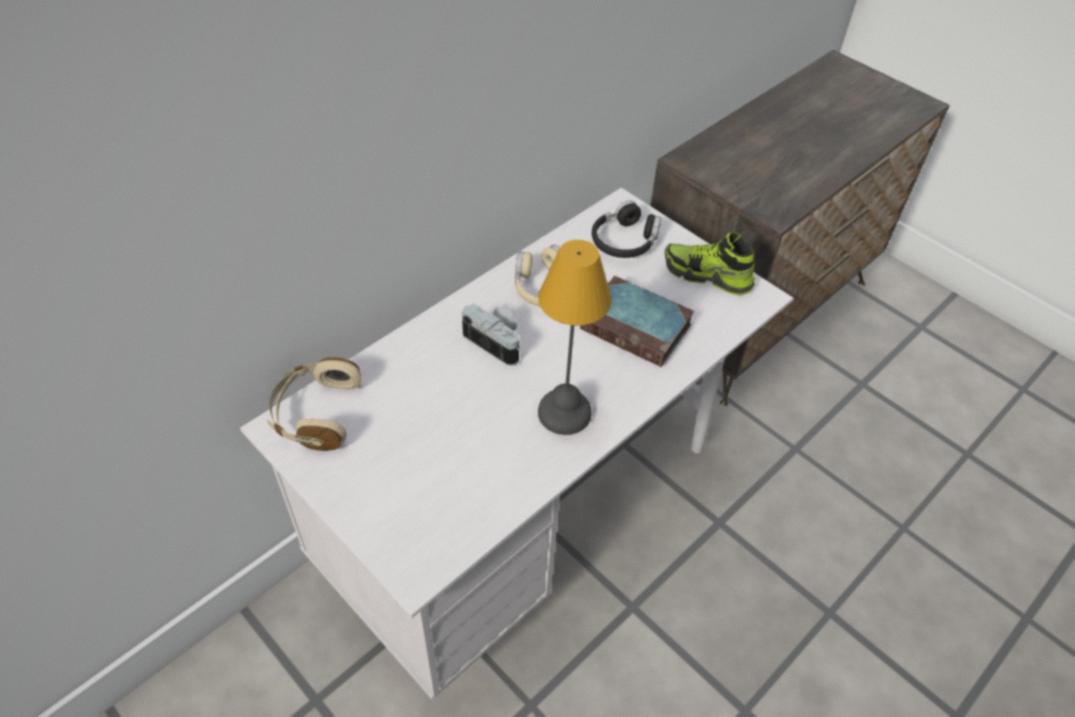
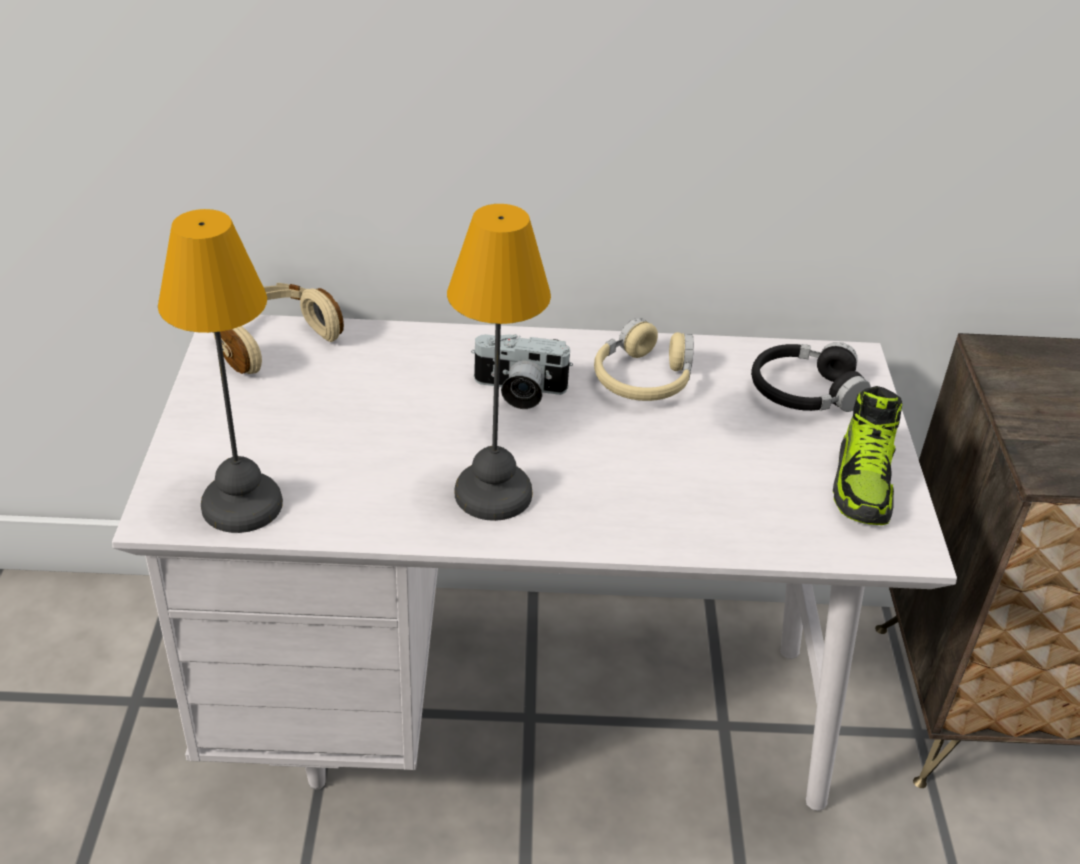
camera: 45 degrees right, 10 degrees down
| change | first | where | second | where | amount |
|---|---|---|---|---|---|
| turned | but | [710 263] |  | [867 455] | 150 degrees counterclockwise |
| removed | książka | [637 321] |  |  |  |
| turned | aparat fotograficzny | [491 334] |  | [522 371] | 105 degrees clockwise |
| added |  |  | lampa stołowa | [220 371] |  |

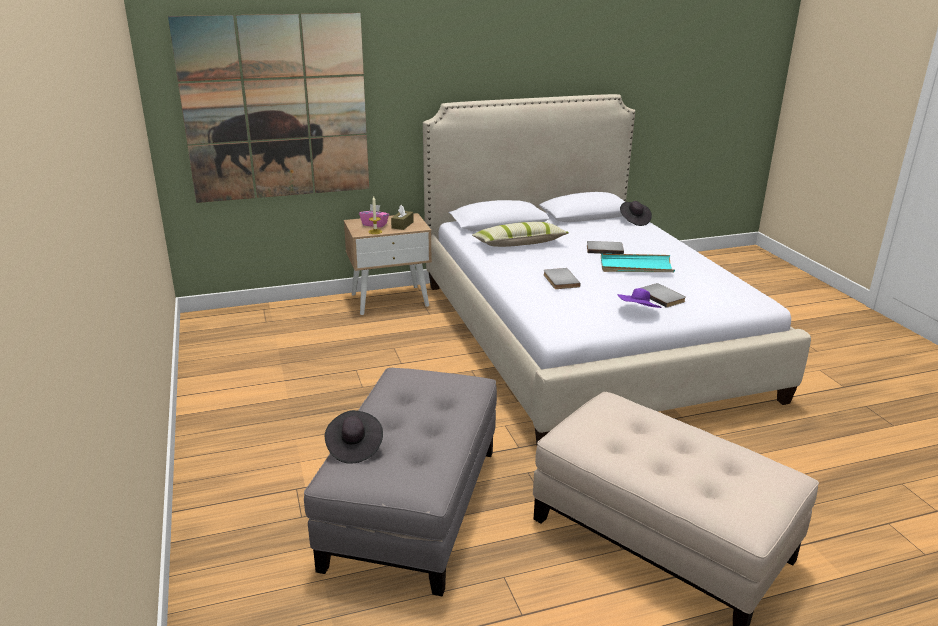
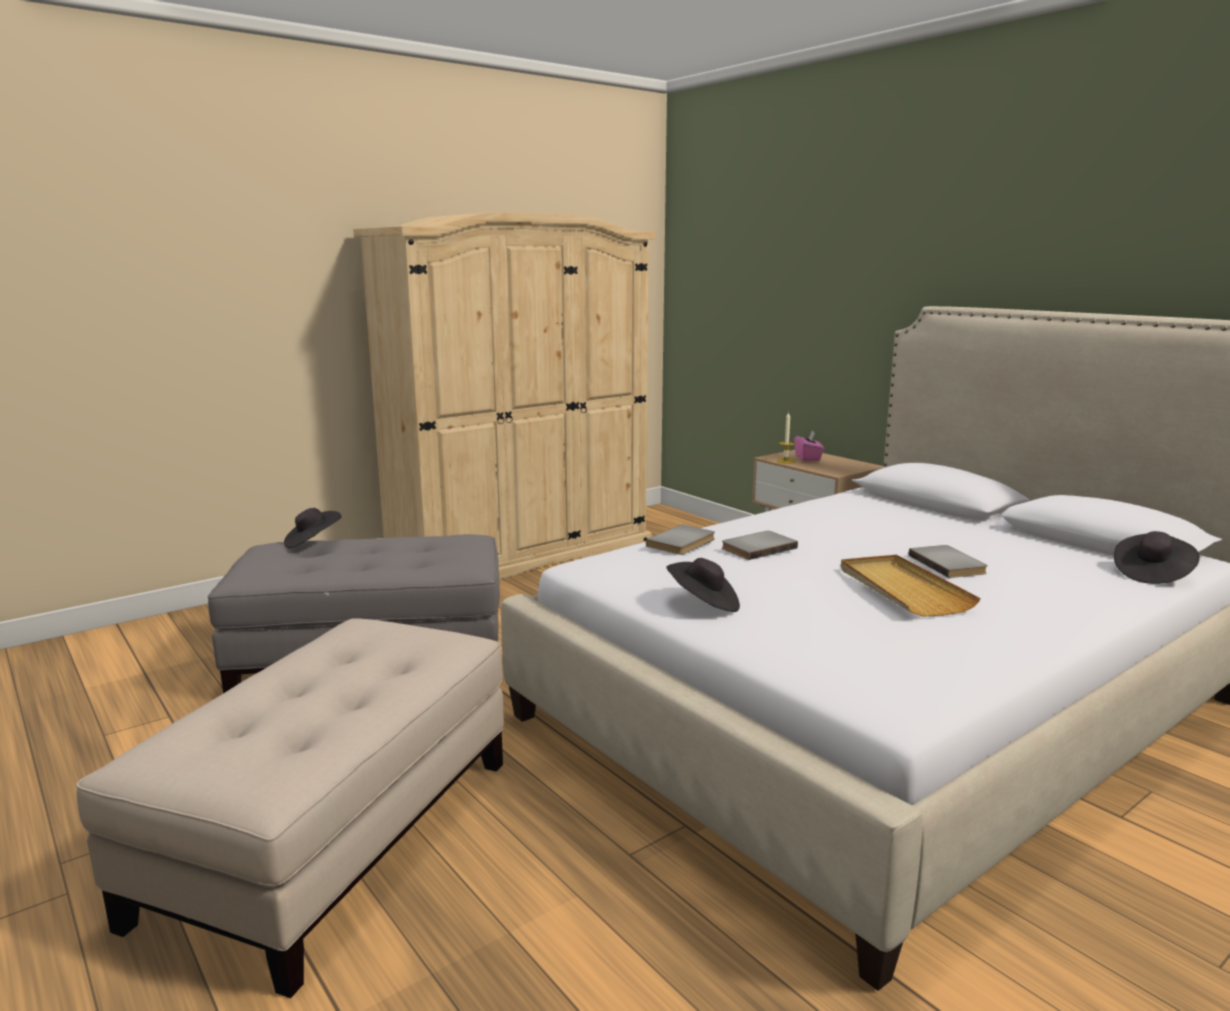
camera: 70 degrees right, 10 degrees down
| change | first | where | second | where | amount |
|---|---|---|---|---|---|
| removed | obraz | [268 108] |  |  |  |
| removed | pudełko chusteczek/brązowy | [402 217] |  |  |  |
| removed | poduszka | [520 234] |  |  |  |
| recoloured | taca/turkusowy | [638 263] | taca/beżowy | [911 586] |  |
| moved | książka/szary | [664 295] |  | [680 539] |  |
| recoloured | kapelusz/fioletowy | [639 298] | kapelusz/czarny | [703 585] |  |
| added |  |  | szafa/beżowy | [504 395] |  |

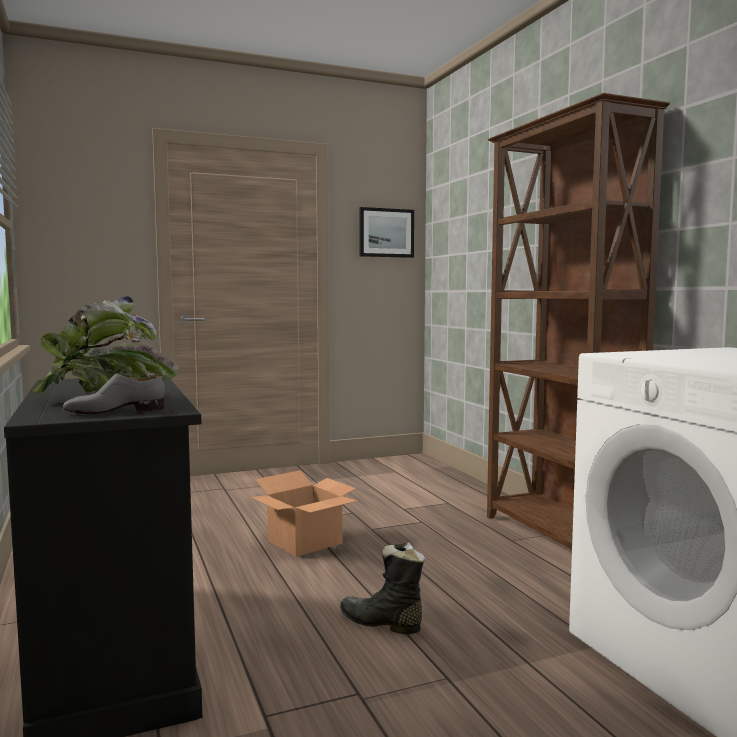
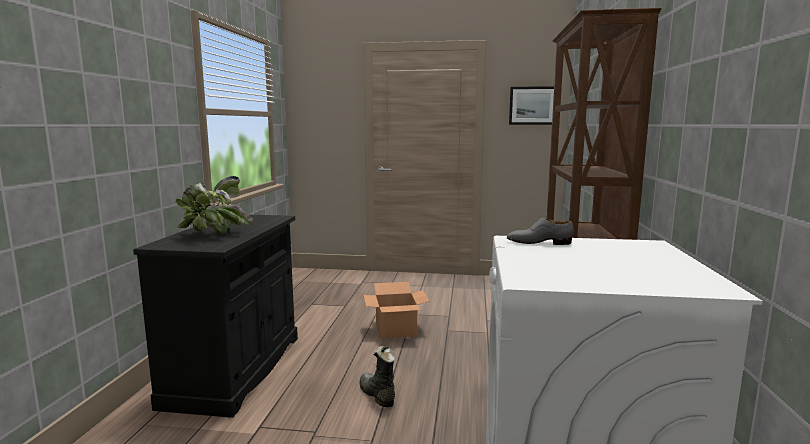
camera: 30 degrees right, 5 degrees up
| change | first | where | second | where | amount |
|---|---|---|---|---|---|
| moved | but/szary | [113 393] |  | [540 231] |  |

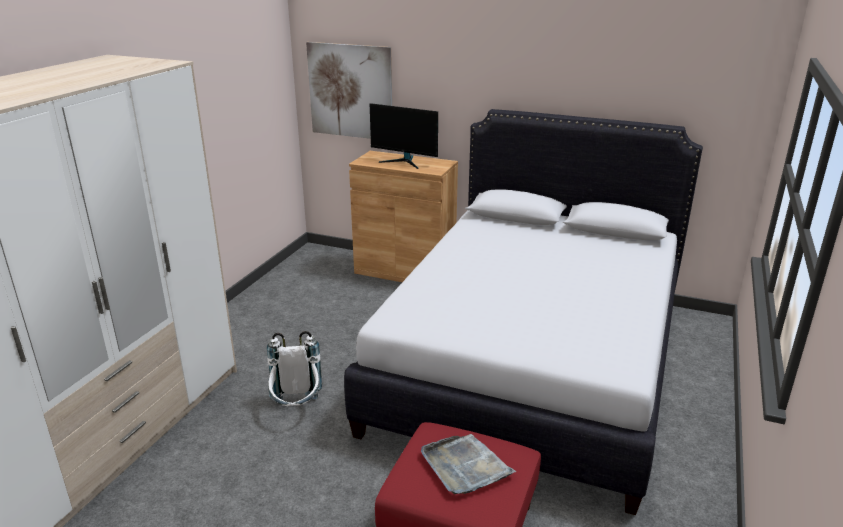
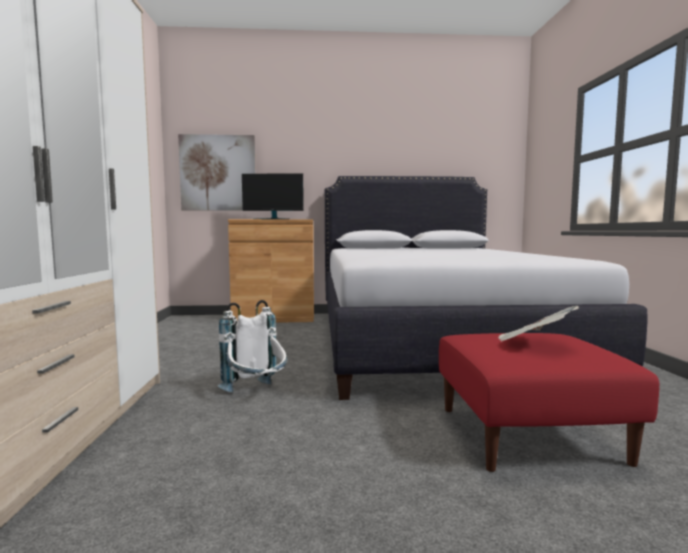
camera: 25 degrees left, 20 degrees down
| change | first | where | second | where | amount |
|---|---|---|---|---|---|
| replaced | taca/szary | [469 464] | gazeta | [538 324] |  |

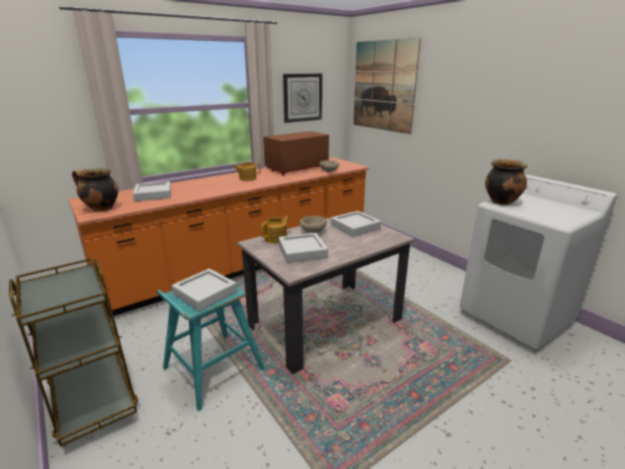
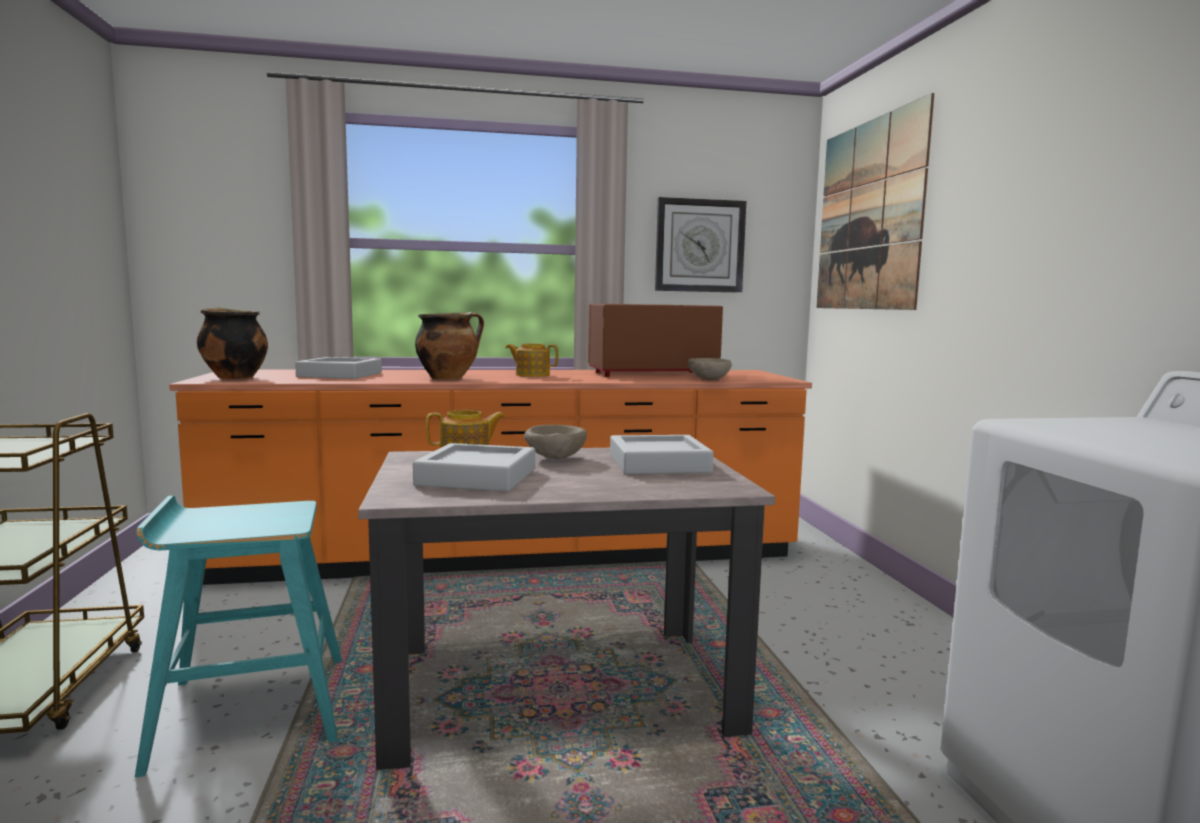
camera: 25 degrees right, 15 degrees down
| change | first | where | second | where | amount |
|---|---|---|---|---|---|
| moved | garnek | [506 182] |  | [449 346] |  |
| removed | taca/szary | [204 290] |  |  |  |

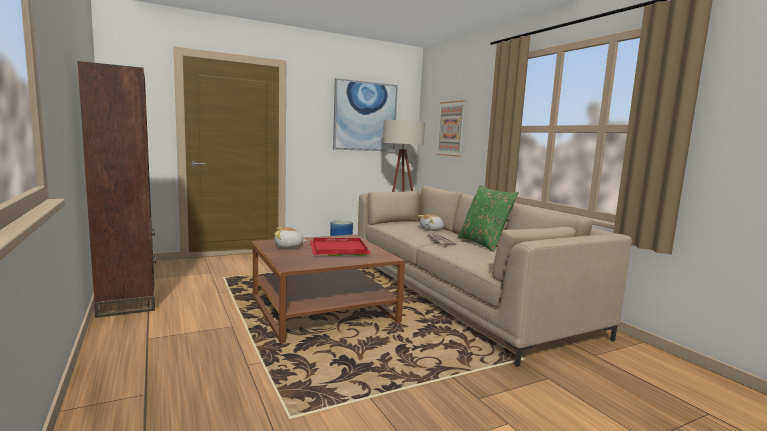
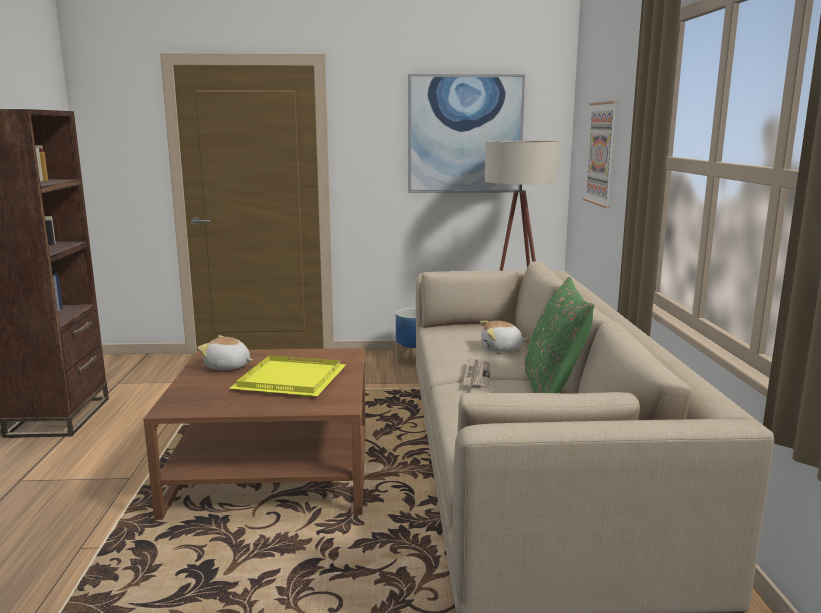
camera: 25 degrees right, 5 degrees up
| change | first | where | second | where | amount |
|---|---|---|---|---|---|
| recoloured | taca/czerwony | [341 247] | taca/żółty | [287 376] |  |

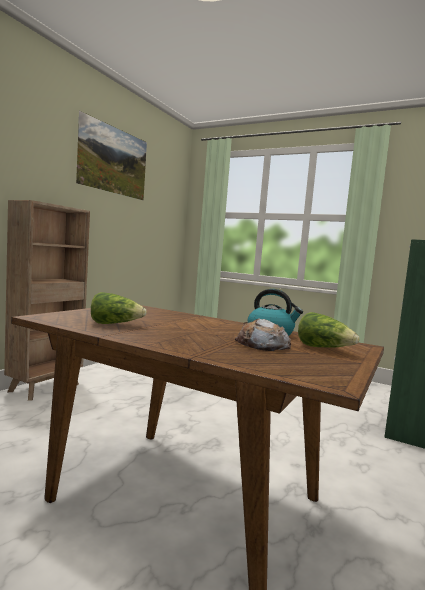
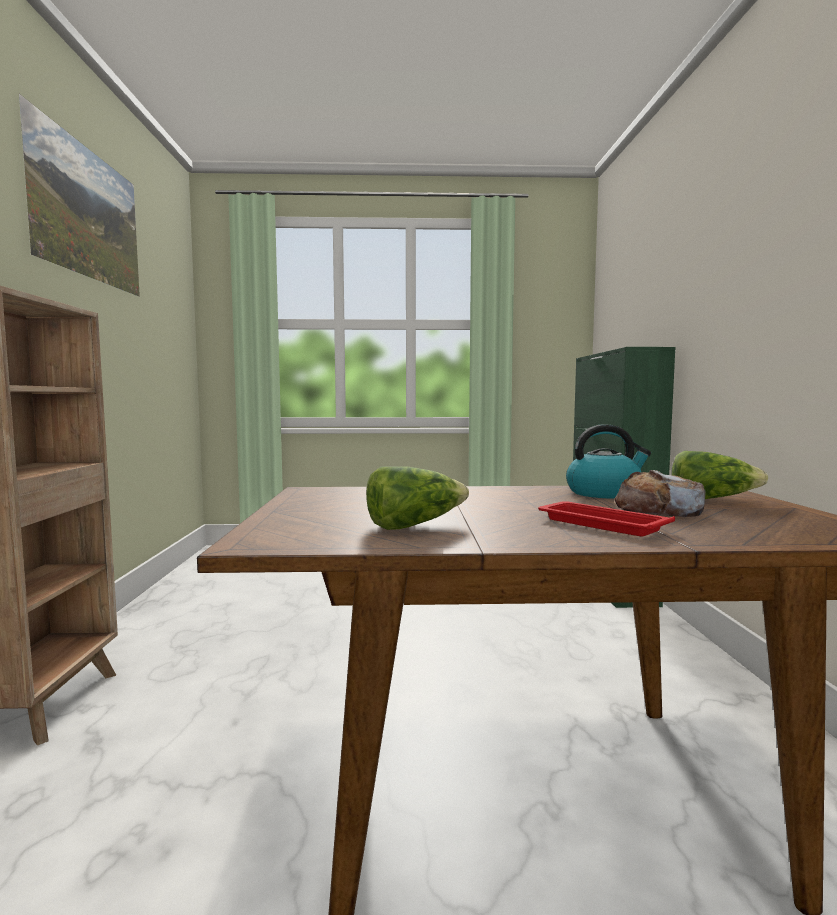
camera: 30 degrees left, 0 degrees up
| change | first | where | second | where | amount |
|---|---|---|---|---|---|
| added |  |  | taca/czerwony | [606 518] |  |

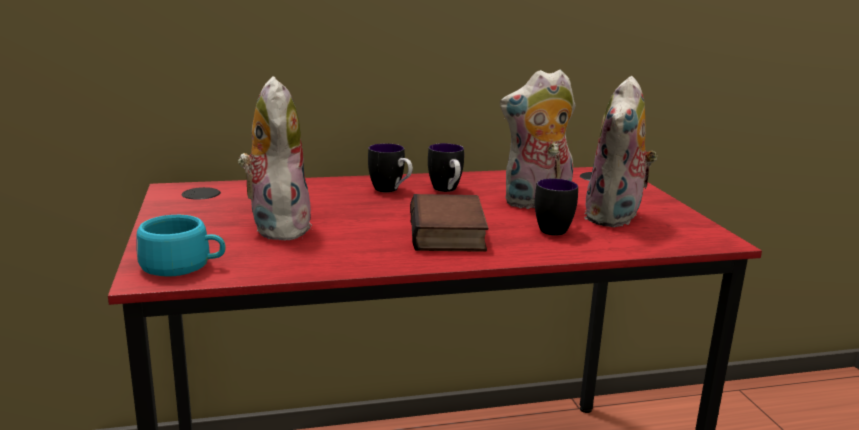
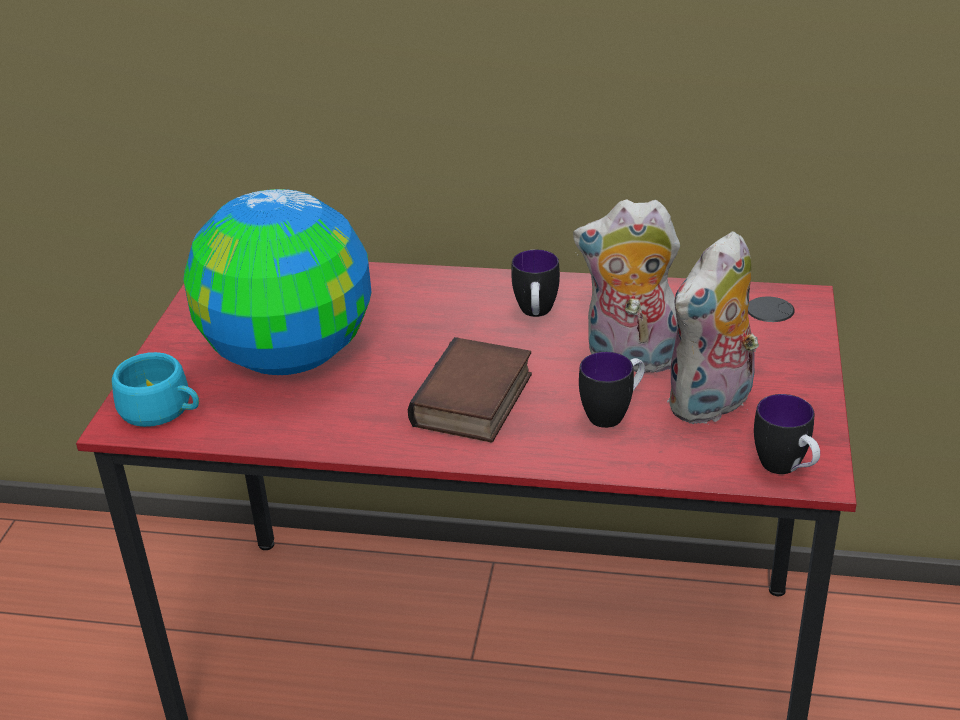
camera: 25 degrees right, 15 degrees up
| change | first | where | second | where | amount |
|---|---|---|---|---|---|
| replaced | pluszak | [275 158] | globus | [277 282] |  |
| moved | kubek | [390 168] |  | [787 434] |  |

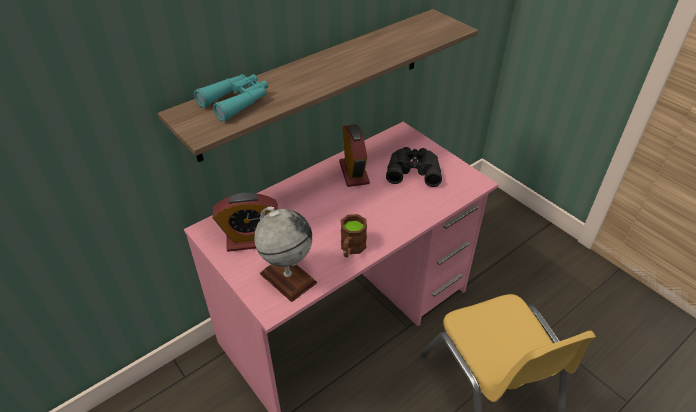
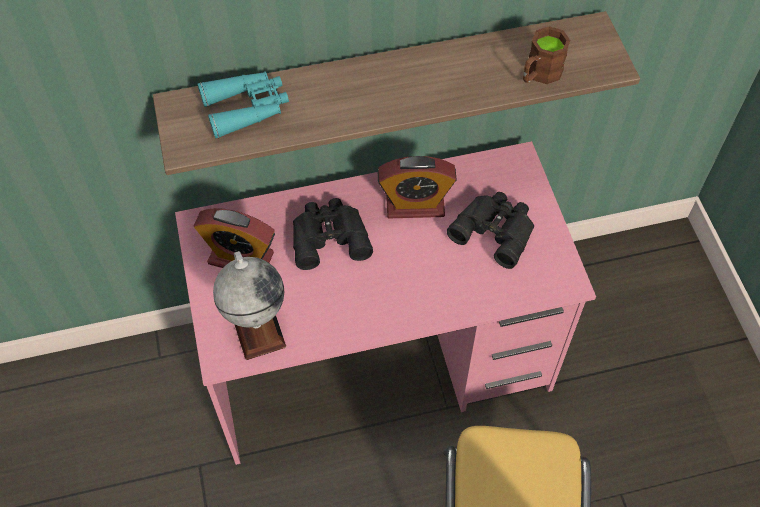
camera: 25 degrees right, 15 degrees up
| change | first | where | second | where | amount |
|---|---|---|---|---|---|
| turned | budzik | [354 155] |  | [417 187] | 75 degrees clockwise |
| moved | kubek/brązowy | [354 235] |  | [546 55] |  |
| added |  |  | lornetka/czarny | [333 234] |  |

